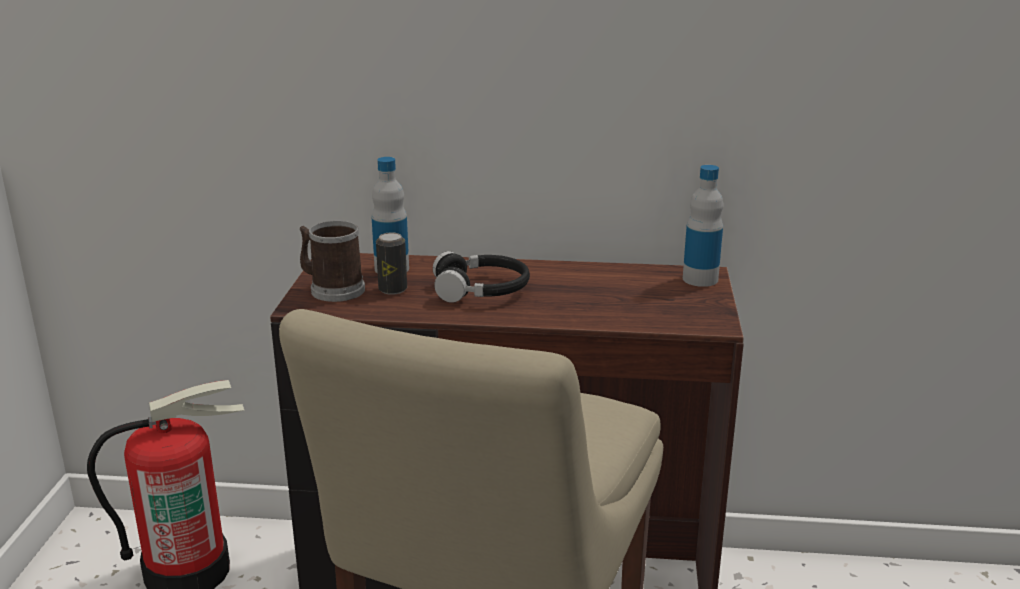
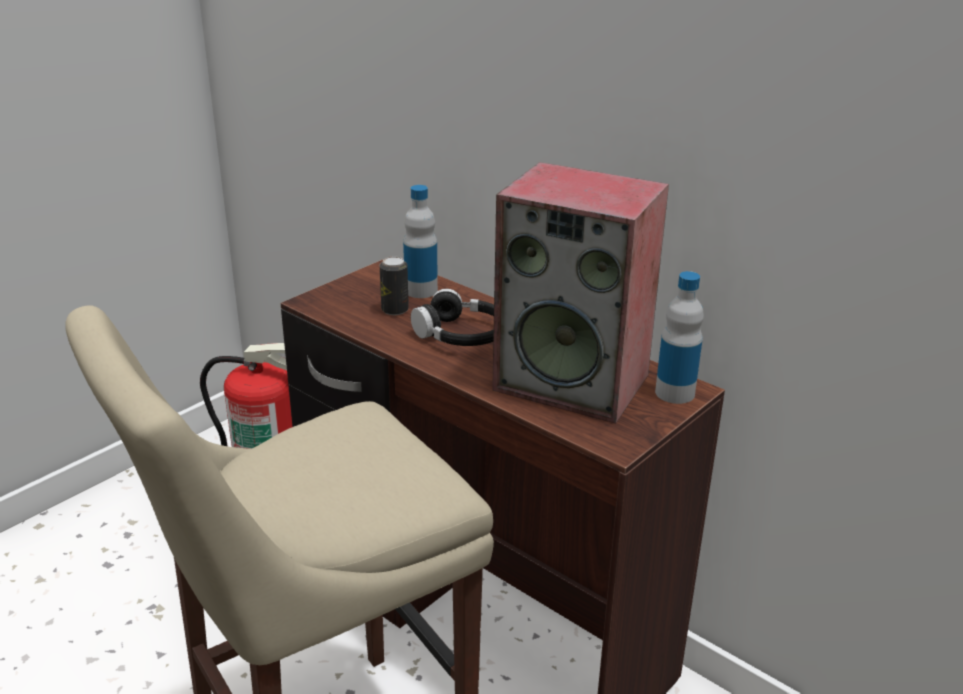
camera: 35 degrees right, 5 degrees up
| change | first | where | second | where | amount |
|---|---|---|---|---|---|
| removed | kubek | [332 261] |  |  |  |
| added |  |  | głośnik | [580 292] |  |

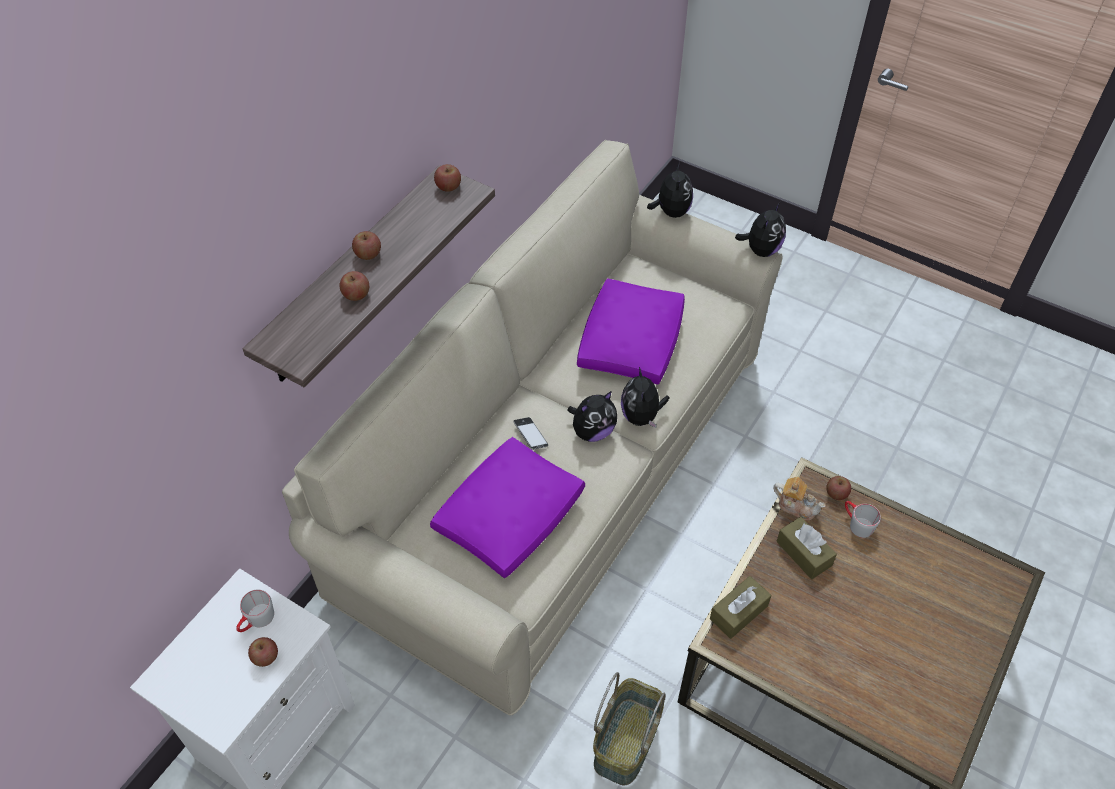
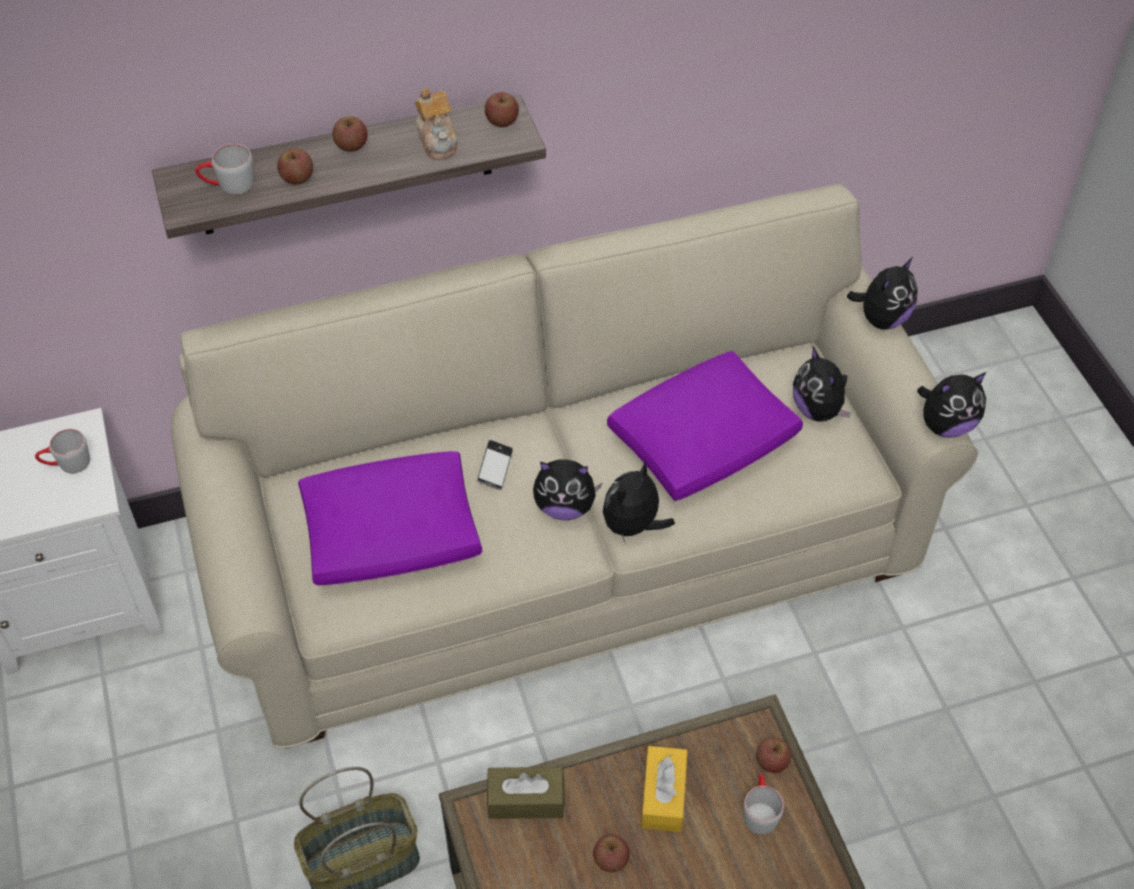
camera: 40 degrees right, 0 degrees up
| change | first | where | second | where | amount |
|---|---|---|---|---|---|
| moved | imbryk | [799 498] |  | [436 124] |  |
| recoloured | pudełko chusteczek/brązowy | [806 548] | pudełko chusteczek/żółty | [664 789] |  |
| moved | jabłko | [263 652] |  | [611 853] |  |
| added |  |  | kubek/szary | [224 169] |  |
| added |  |  | pluszak | [822 384] |  |

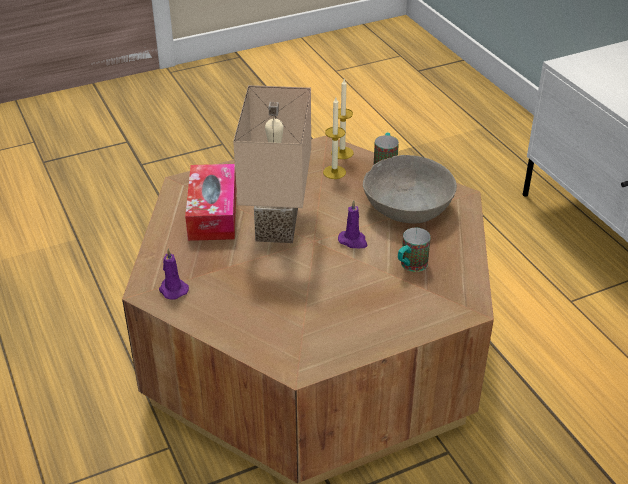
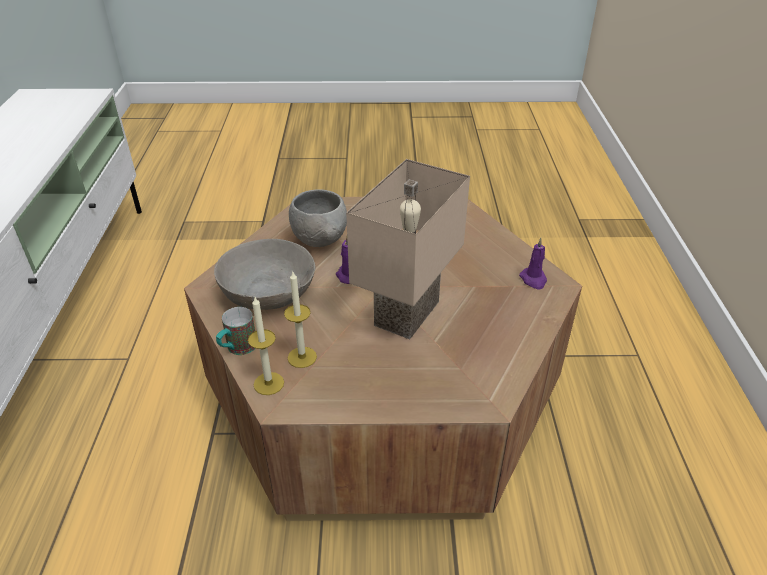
camera: 155 degrees left, 0 degrees up
| change | first | where | second | where | amount |
|---|---|---|---|---|---|
| removed | pudełko chusteczek | [210 202] |  |  |  |
| replaced | kubek | [414 250] | miska/szary | [318 218] |  |

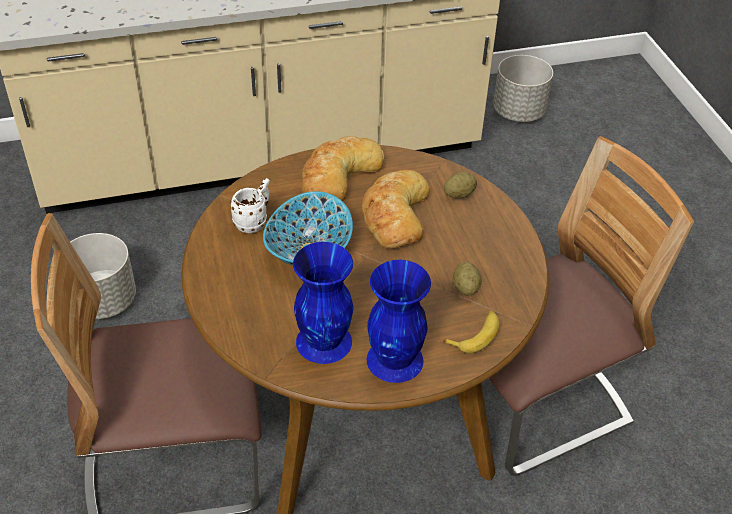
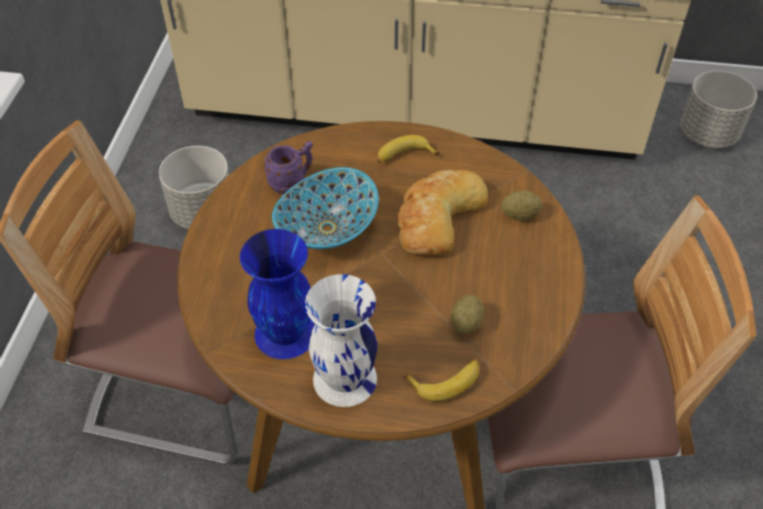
camera: 25 degrees right, 5 degrees up
| change | first | where | second | where | amount |
|---|---|---|---|---|---|
| replaced | chleb | [343 168] | banan | [408 149] |  |
| recoloured | kubek/biały | [250 205] | kubek/fioletowy | [288 167] |  |
| recoloured | wazon/niebieski | [399 321] | wazon/biały | [341 340] |  |

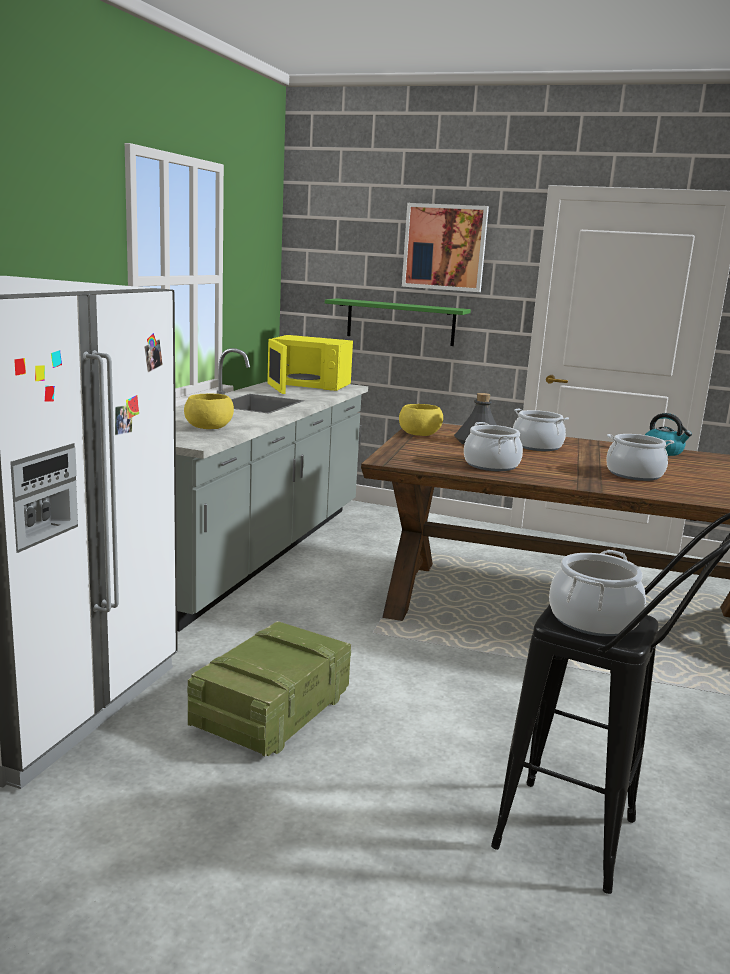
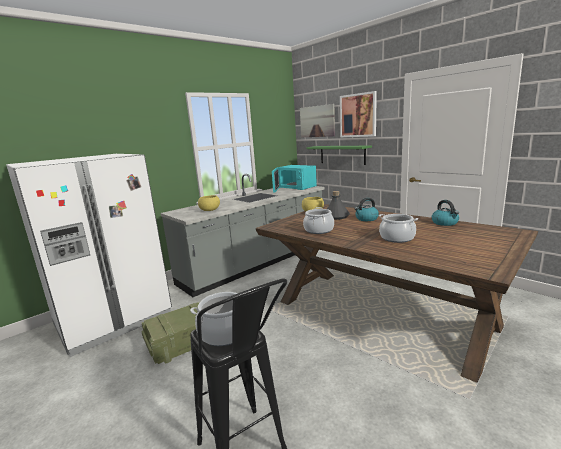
camera: 30 degrees right, 0 degrees up
| change | first | where | second | where | amount |
|---|---|---|---|---|---|
| recoloured | mikrofalówka/żółty | [310 364] | mikrofalówka/turkusowy | [294 179] |  |
| replaced | garnek | [541 430] | czajnik | [367 209] |  |
| added |  |  | obraz | [317 120] |  |

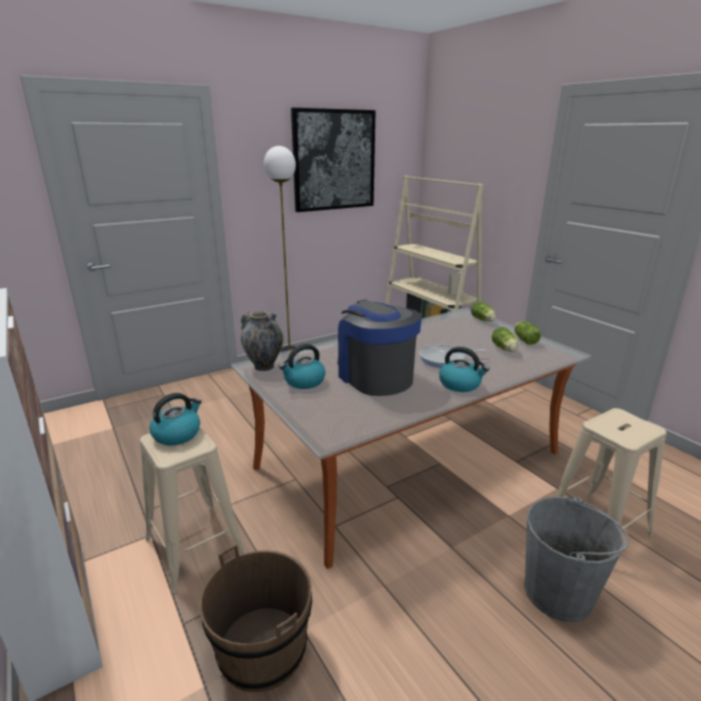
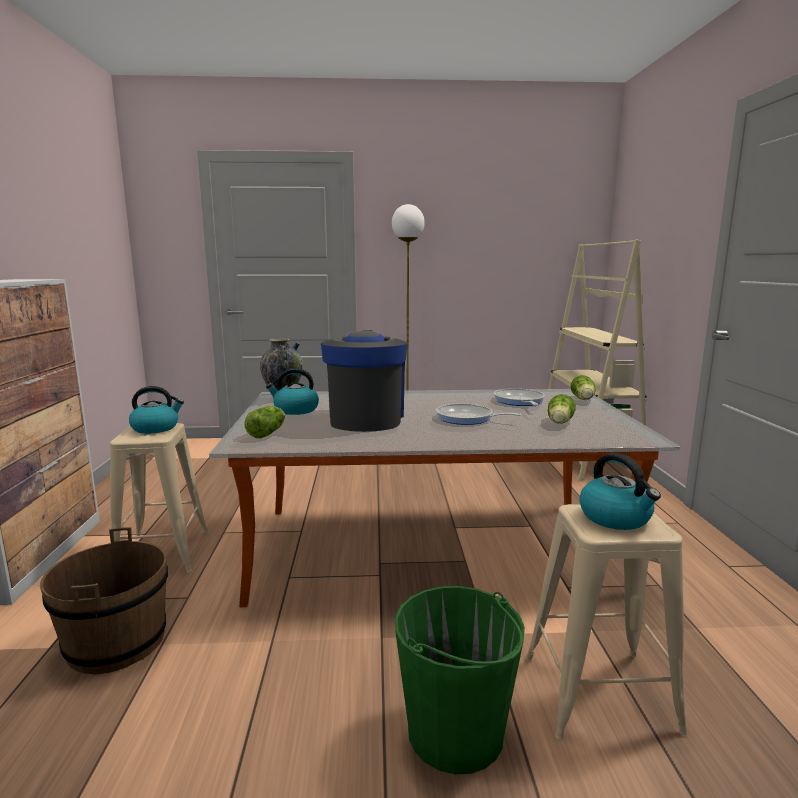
camera: 30 degrees right, 10 degrees down
| change | first | where | second | where | amount |
|---|---|---|---|---|---|
| removed | obraz | [333 160] |  |  |  |
| moved | sałata | [527 333] |  | [264 422] |  |
| moved | czajnik | [464 369] |  | [620 491] |  |
| recoloured | wiadro/szary | [576 558] | wiadro/zielony | [460 680] |  |
| added |  |  | patelnia | [519 397] |  |

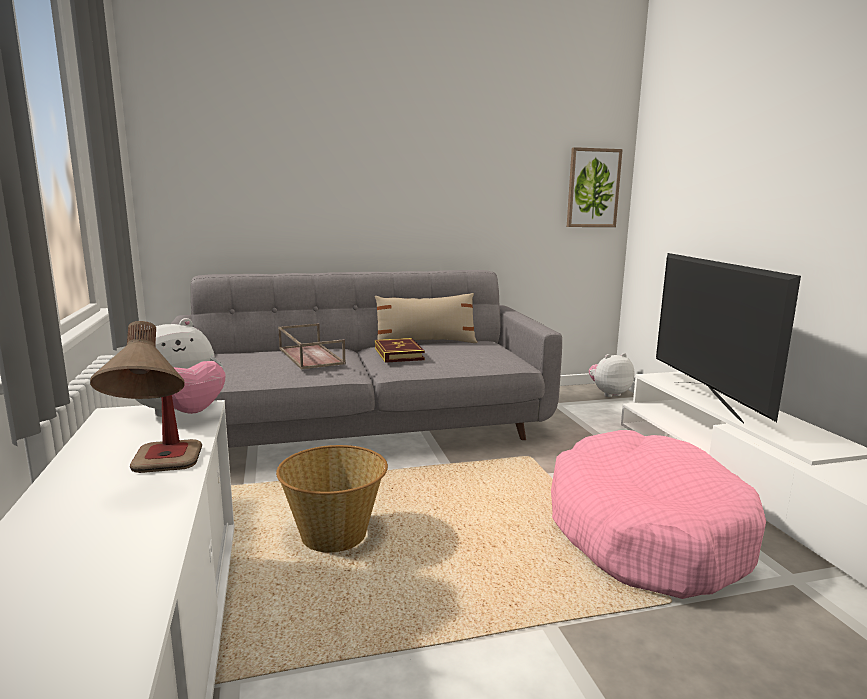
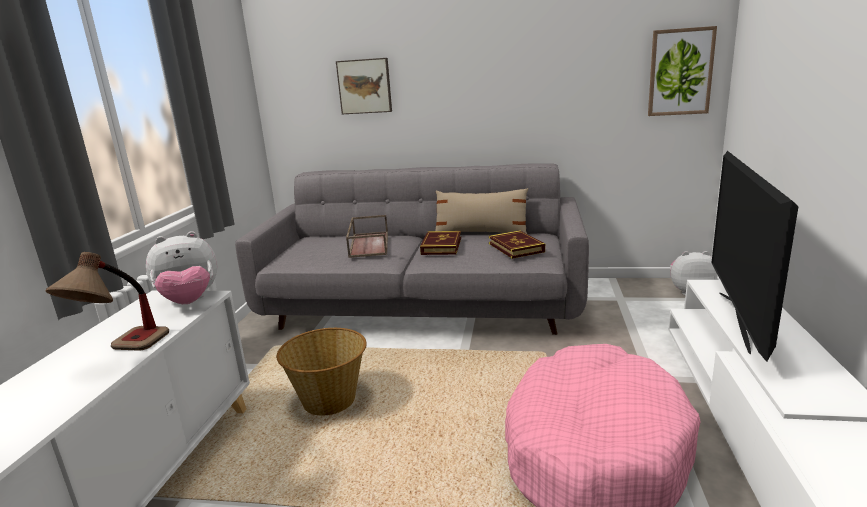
camera: 25 degrees right, 5 degrees up
| change | first | where | second | where | amount |
|---|---|---|---|---|---|
| added |  |  | obraz | [364 86] |  |
| added |  |  | książka | [517 244] |  |

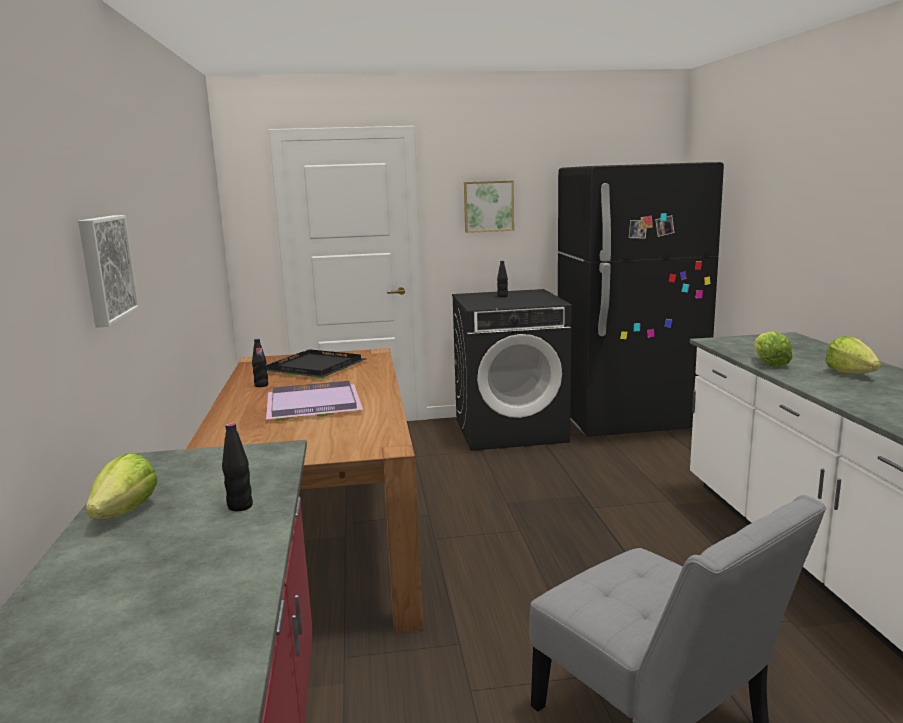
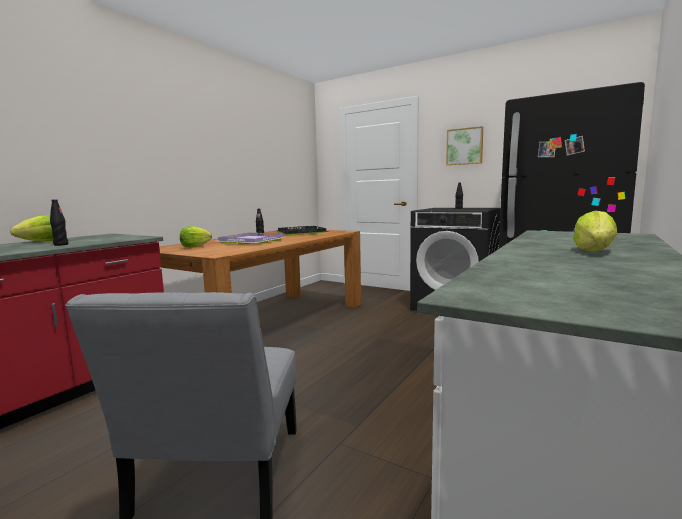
camera: 40 degrees right, 5 degrees down
| change | first | where | second | where | amount |
|---|---|---|---|---|---|
| removed | obraz | [108 271] |  |  |  |
| moved | sałata | [773 349] |  | [196 237] |  |

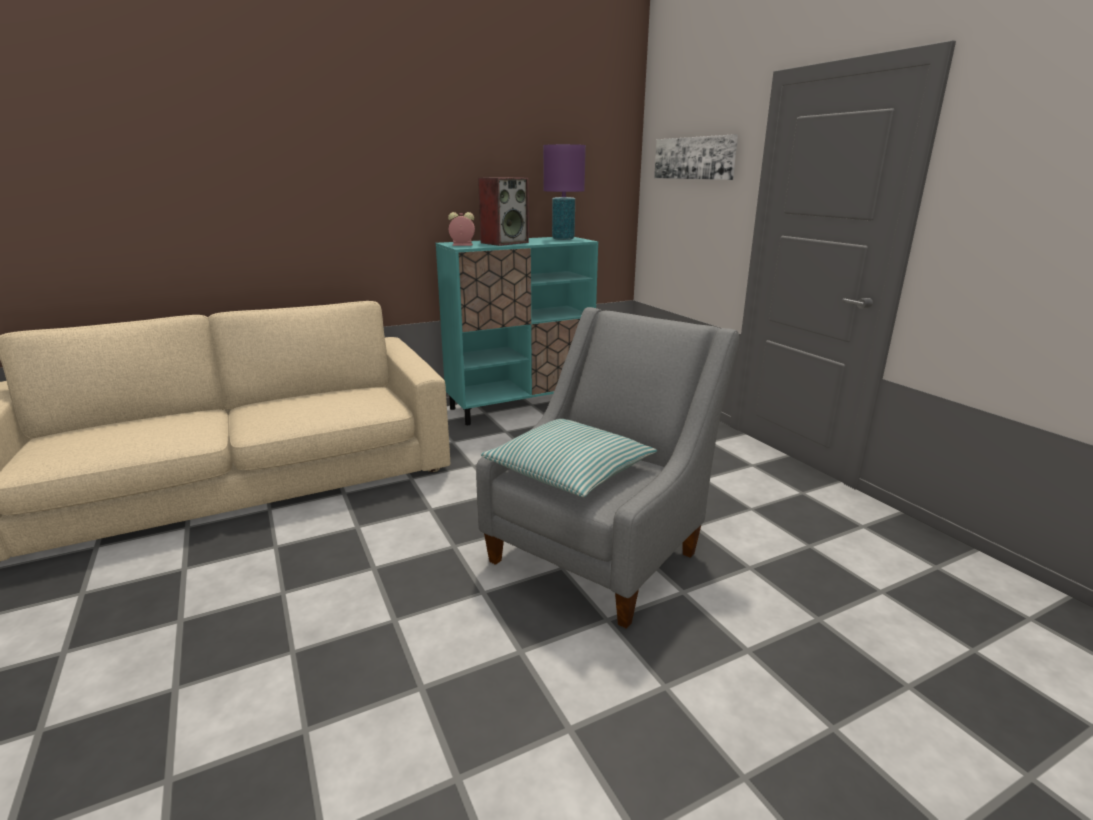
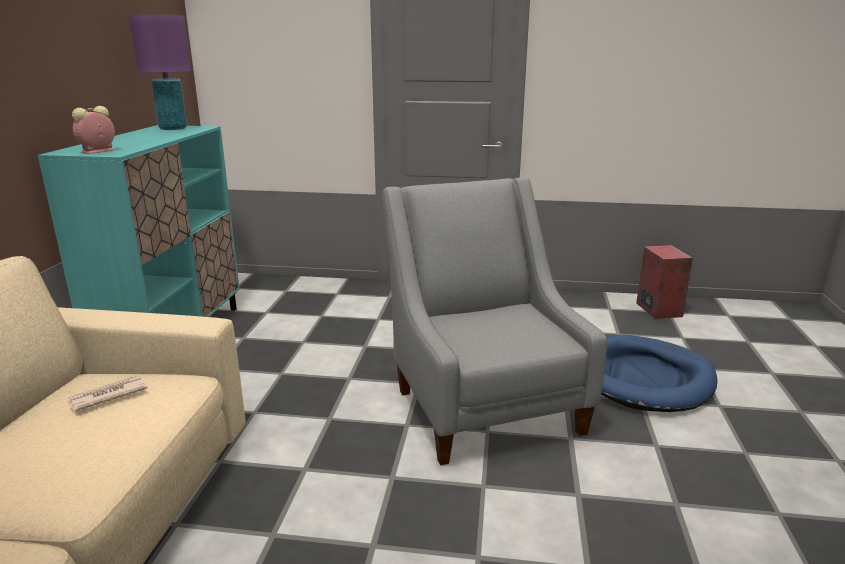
camera: 55 degrees left, 0 degrees up
| change | first | where | second | where | amount |
|---|---|---|---|---|---|
| removed | obraz | [696 157] |  |  |  |
| moved | głośnik | [503 211] |  | [664 282] |  |
| removed | poduszka | [569 458] |  |  |  |
| added |  |  | legowisko/niebieski | [660 373] |  |
| added |  |  | gazeta | [107 393] |  |

